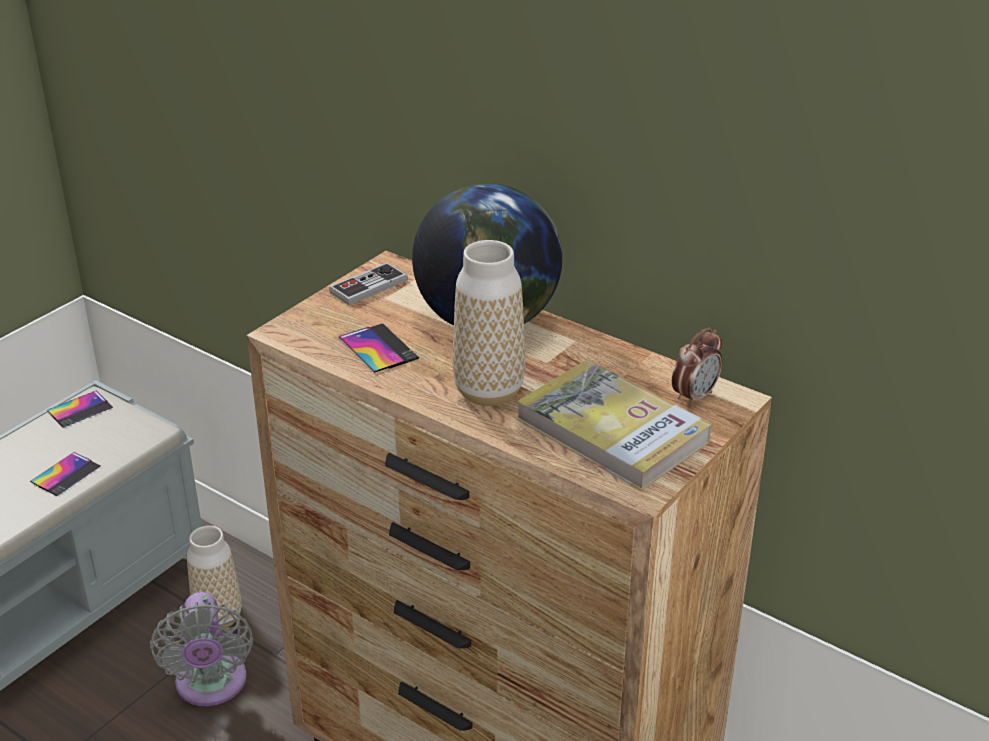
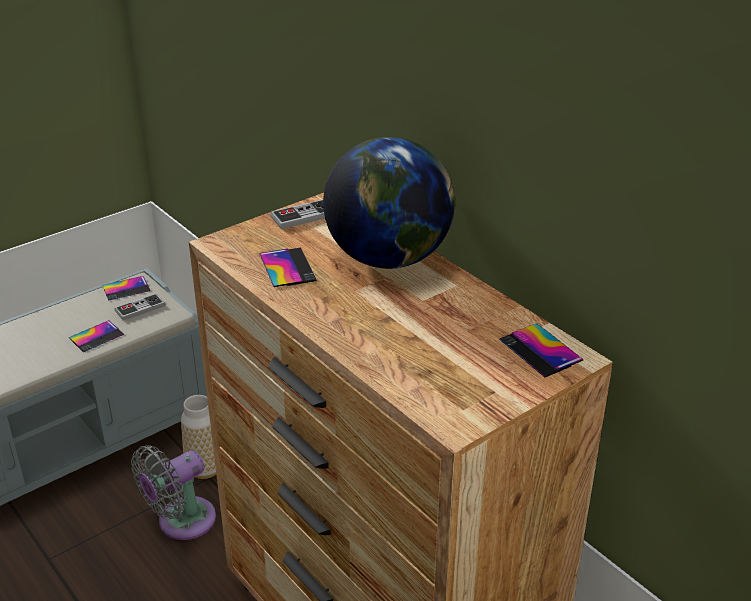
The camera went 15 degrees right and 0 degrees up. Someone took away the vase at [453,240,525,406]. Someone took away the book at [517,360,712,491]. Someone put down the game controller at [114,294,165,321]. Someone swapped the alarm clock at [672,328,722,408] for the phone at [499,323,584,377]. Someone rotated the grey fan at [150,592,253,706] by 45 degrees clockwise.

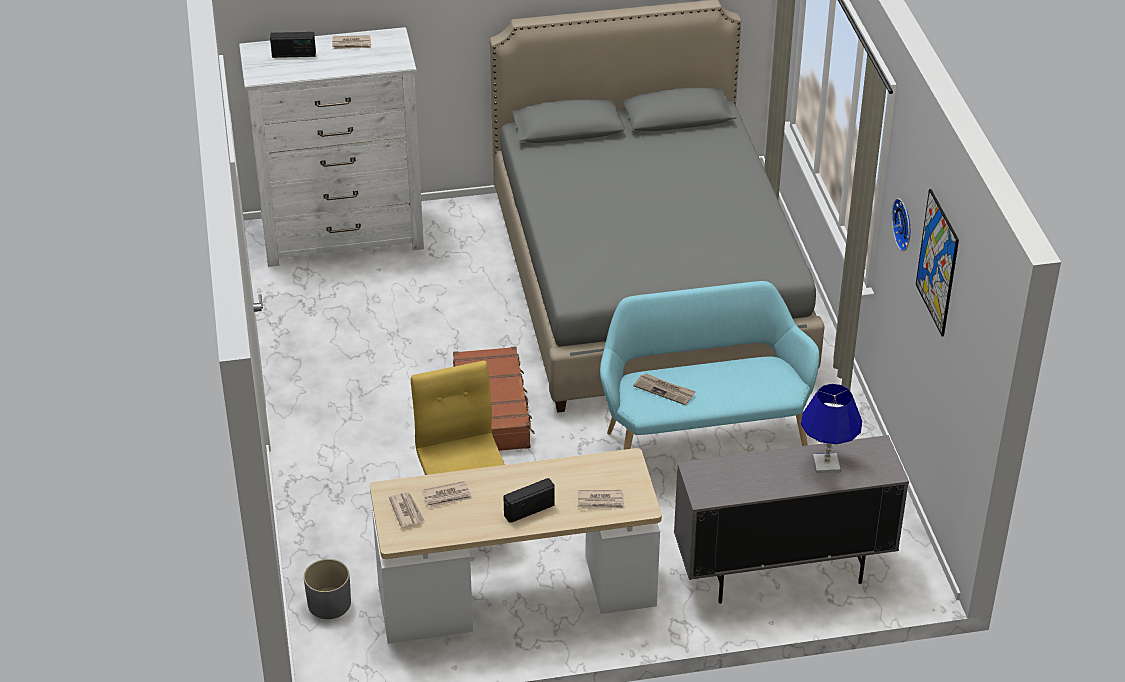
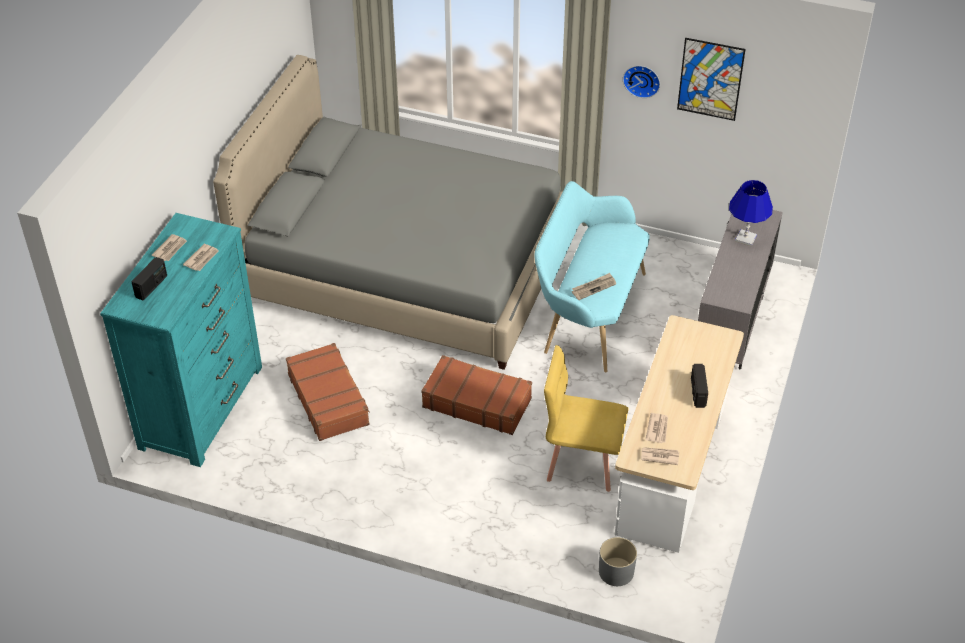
The camera went 60 degrees left and 5 degrees up. Someone put down the brown suitcase at [286,343,370,441]. Someone carried the newspaper from [578,490,625,509] to [183,244,219,271]. Someone repainted the white dresser at [239,27,424,267], which became the turquoise dresser at [100,213,262,467].

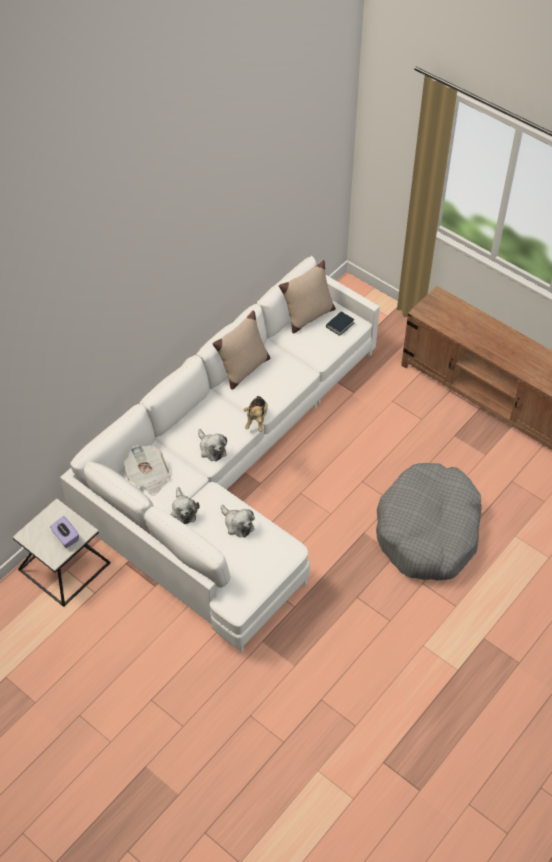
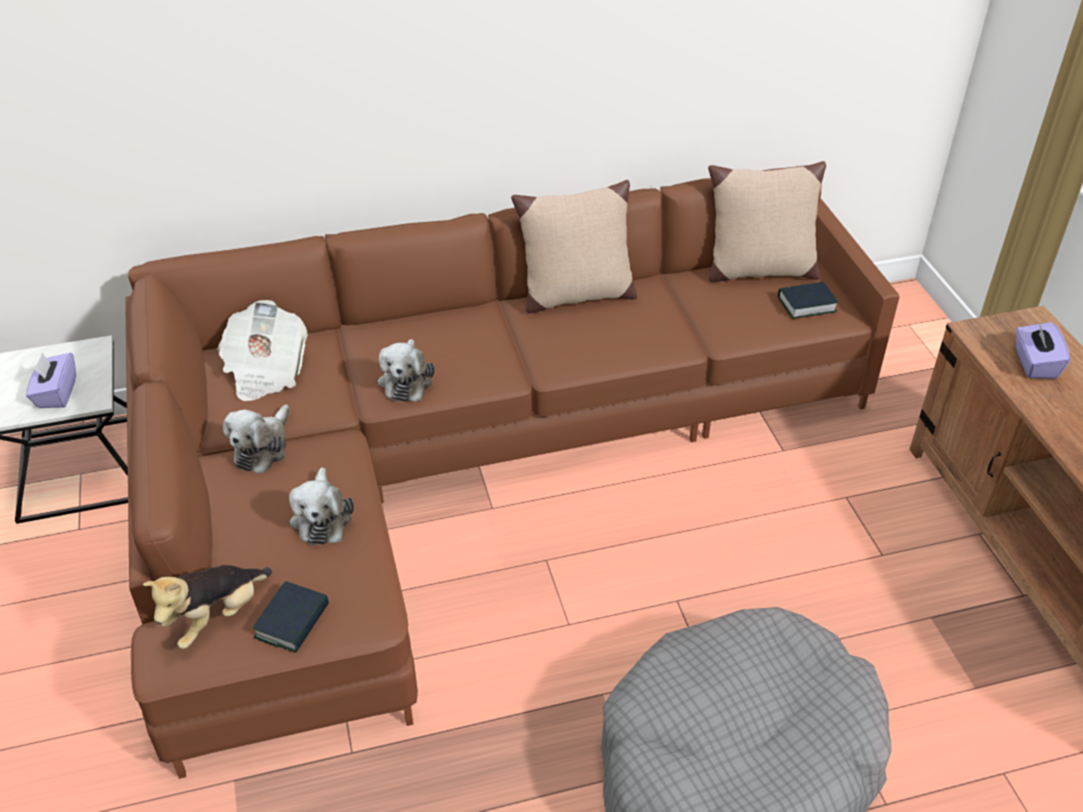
The camera went 35 degrees right and 10 degrees down. Someone put down the book at [253,581,329,653]. Someone put down the purple tissue box at [1016,321,1070,379]. Someone carried the plush toy from [244,396,268,432] to [143,565,272,649]. Someone repainted the white sofa at [60,256,380,653], which became the brown sofa at [125,165,899,779].

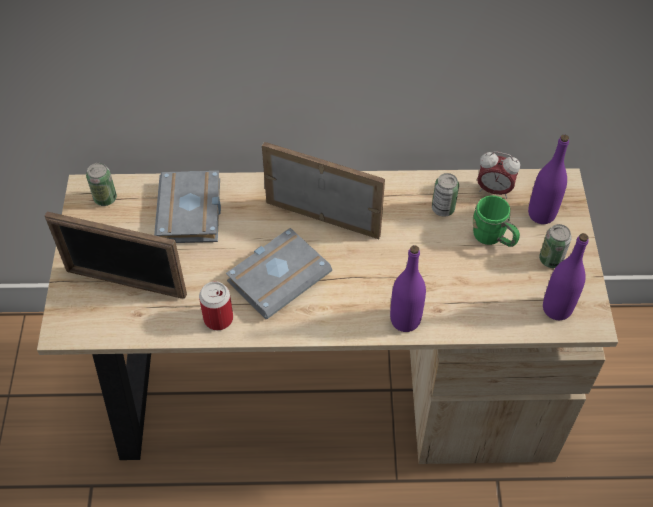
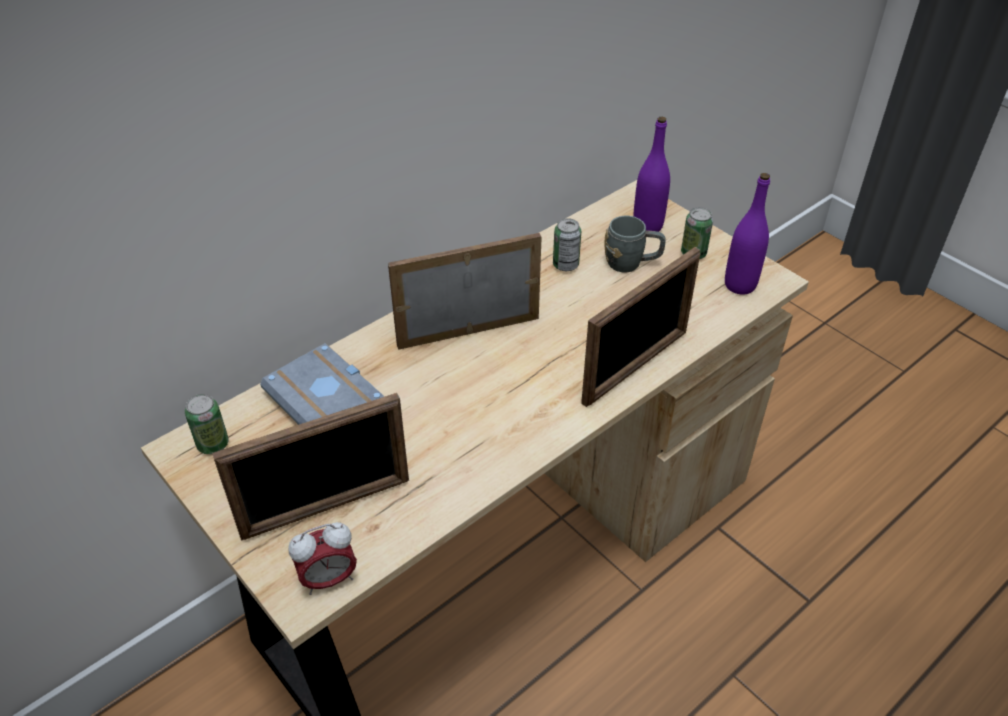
The camera went 40 degrees left and 10 degrees down. Someone took away the can at [199,281,233,330]. Someone took away the grey book at [226,228,332,319]. Someone carried the alarm clock from [477,151,520,198] to [288,522,357,595]. Someone swapped the purple bottle at [390,245,426,332] for the picture frame at [581,247,700,407]. Someone repainted the green mug at [473,195,520,247], which became the grey mug at [604,216,666,272].

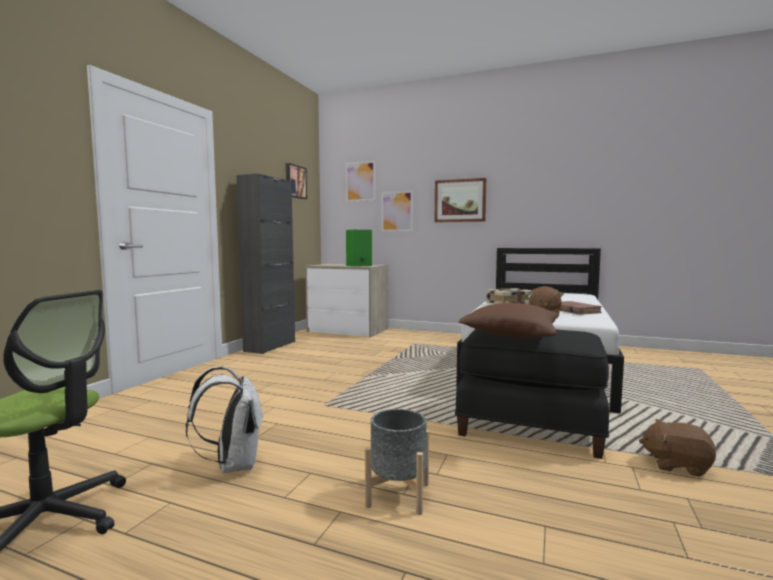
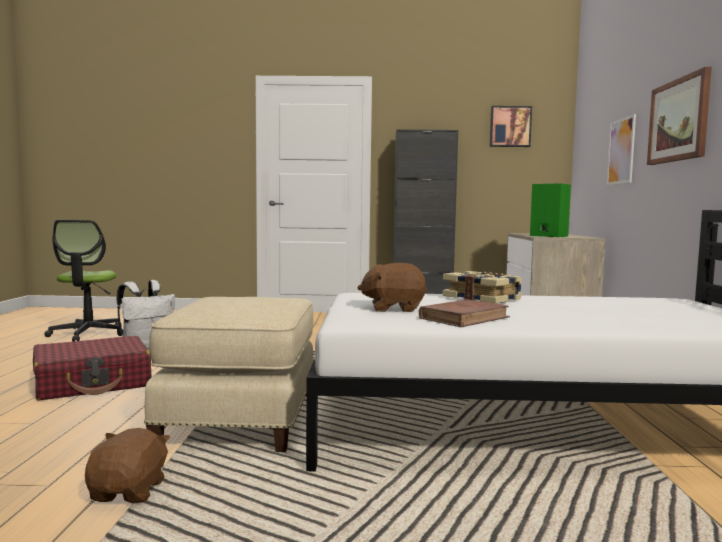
The camera went 70 degrees right and 0 degrees up. Someone took away the picture at [346,161,375,202]. Someone took away the brown pillow at [459,303,559,338]. Someone swapped the grey planter at [365,409,429,515] for the red suitcase at [33,336,152,400]. Someone repainted the black ottoman at [455,329,609,459], which became the beige ottoman at [144,297,313,452].

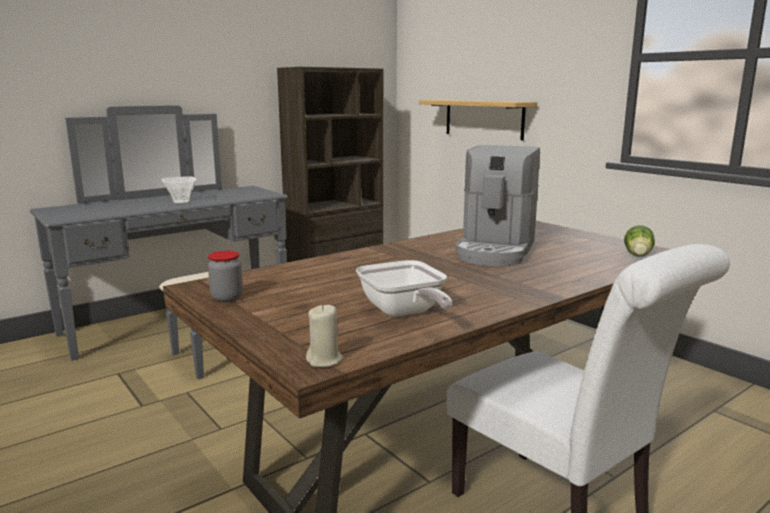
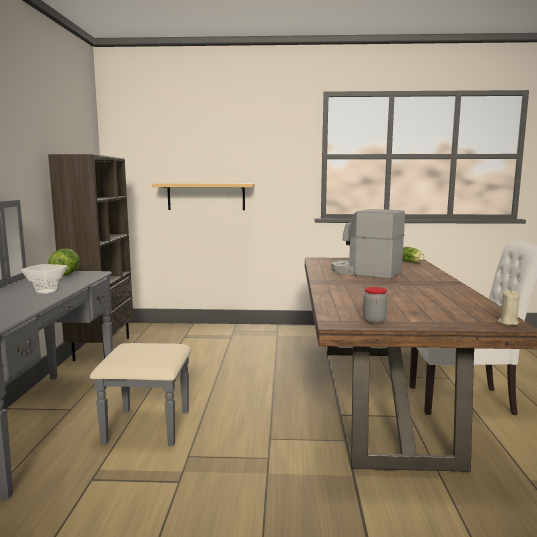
The camera went 50 degrees left and 5 degrees down. Someone took away the frying pan at [356,260,452,317]. Someone put down the lettuce at [48,249,80,275]. Someone rotated the coffee machine at [455,145,540,266] by 150 degrees clockwise.

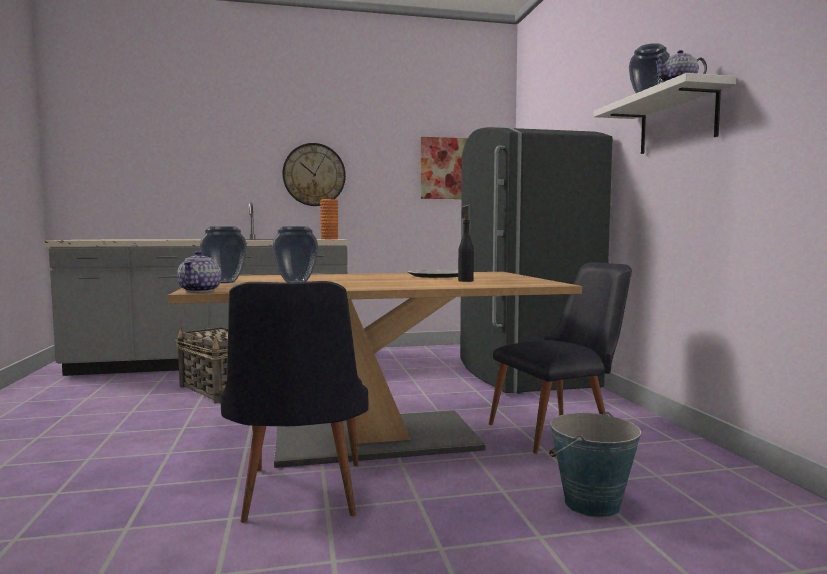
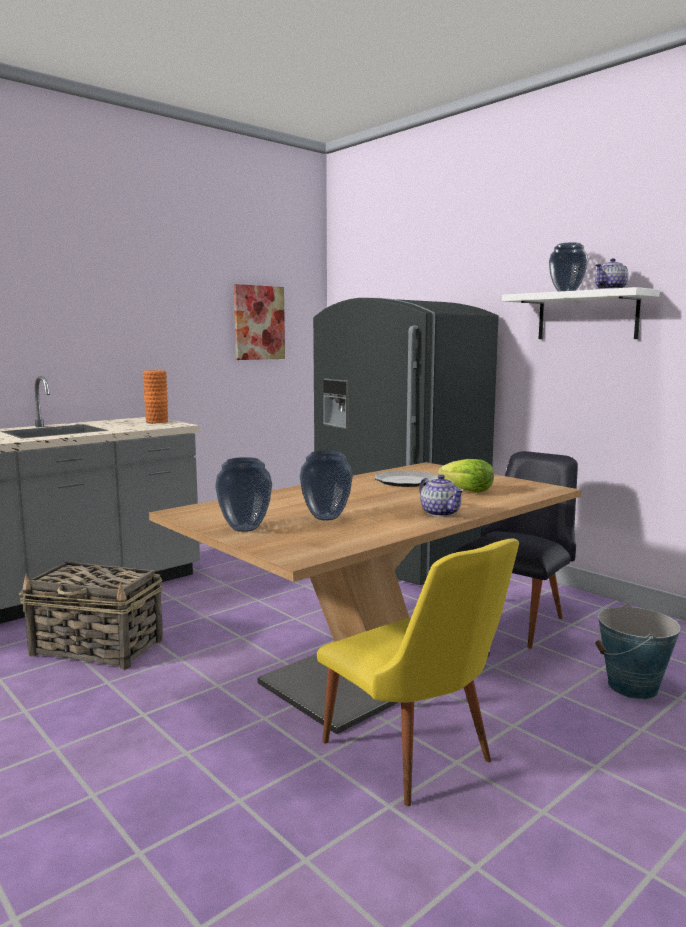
The camera went 30 degrees left and 5 degrees up. Someone took away the wall clock at [283,143,346,206]. Someone carried the teapot from [177,251,221,292] to [419,475,464,517]. Someone swapped the black bottle at [458,214,474,282] for the lettuce at [438,459,494,493]. Someone repainted the black chair at [220,281,369,523], which became the yellow chair at [317,539,519,806].

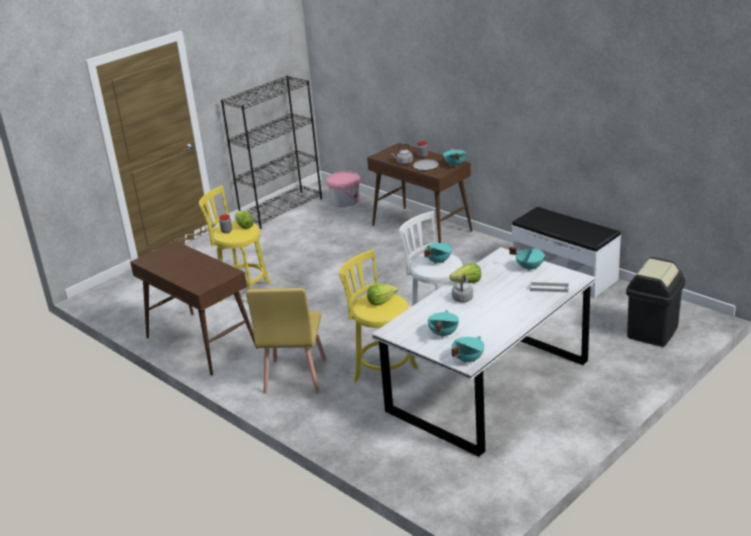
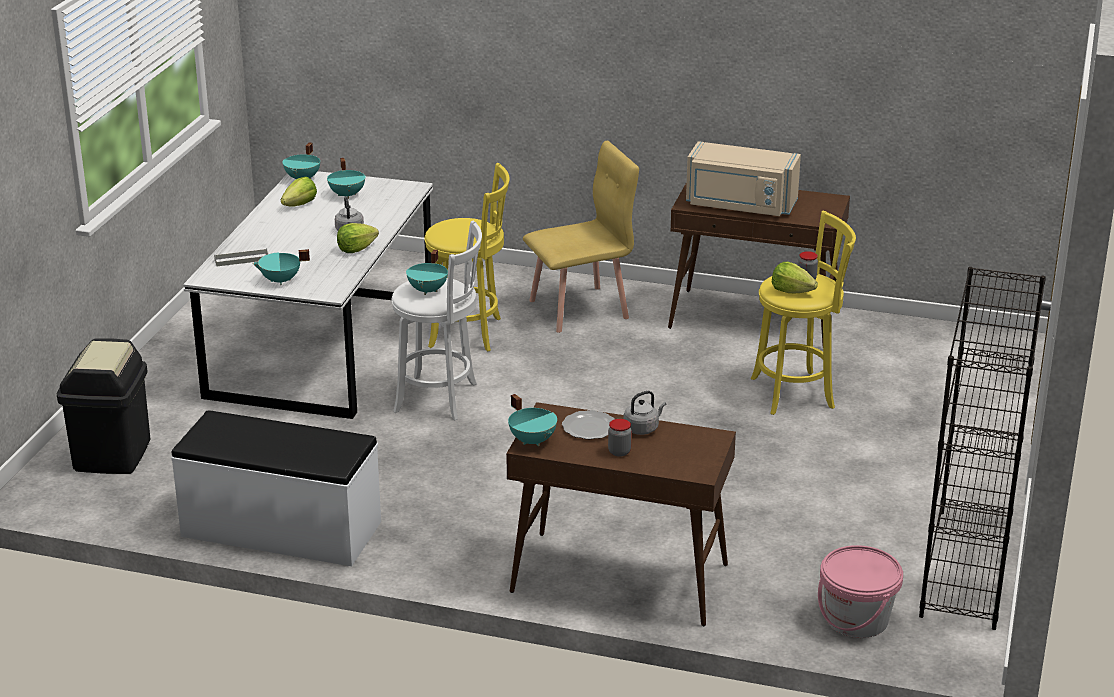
The camera went 150 degrees right and 0 degrees up. Someone put down the beige microwave at [686,141,801,216]. Someone carried the lettuce from [367,284,397,306] to [281,177,317,206]. Someone rotated the yellow chair at [246,288,327,394] by 90 degrees clockwise.

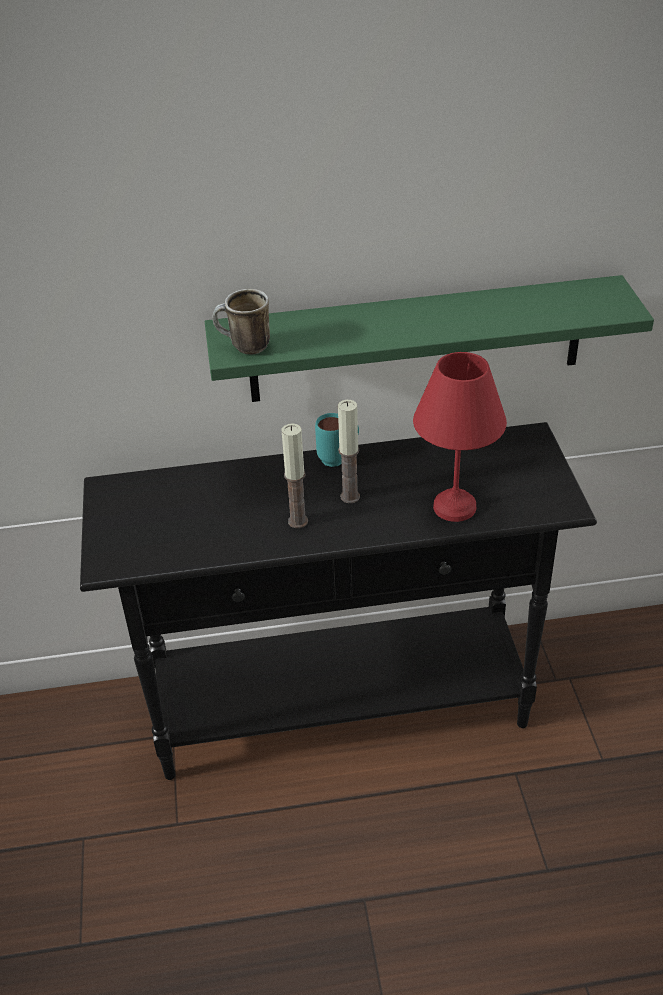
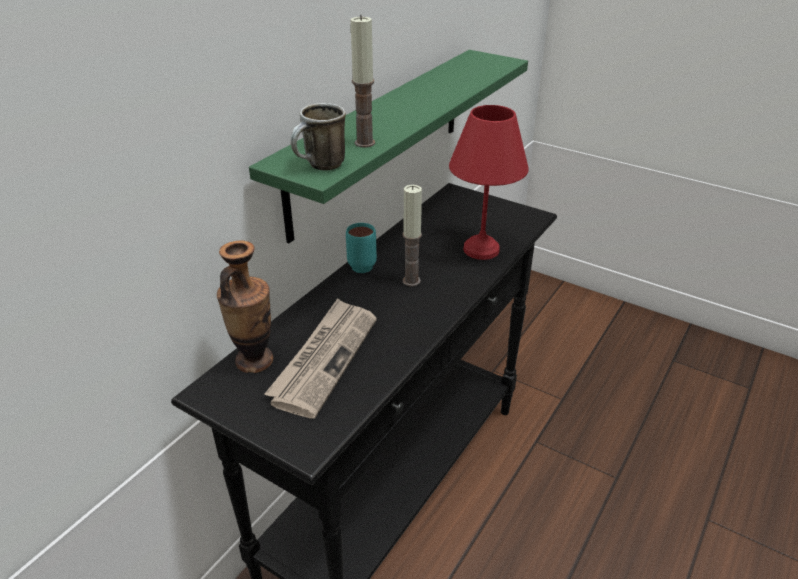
The camera went 50 degrees left and 5 degrees down. Someone put down the vase at [217,241,273,373]. Someone put down the newspaper at [265,298,377,419]. Someone carried the candle from [282,423,308,528] to [350,15,375,148].

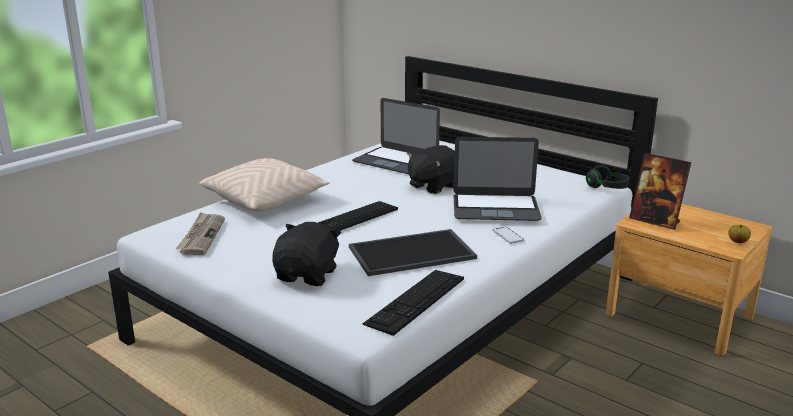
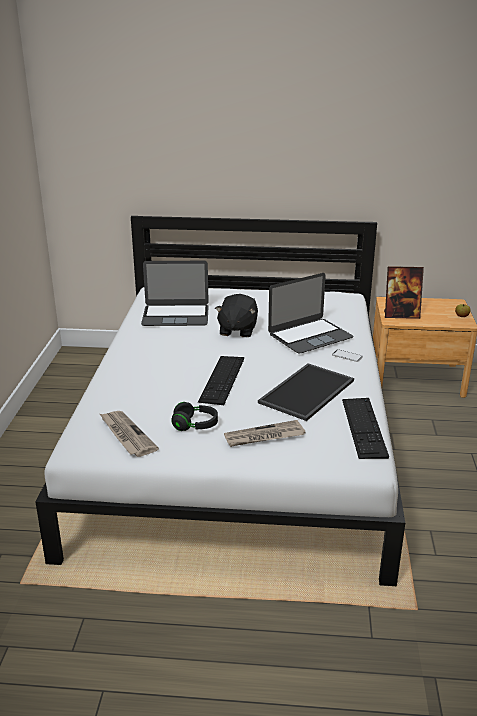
The camera went 35 degrees left and 5 degrees up. Someone took away the beige pillow at [199,158,330,212]. Someone carried the black headphones from [586,165,630,189] to [171,402,218,431]. Someone swapped the black plush toy at [272,222,341,286] for the newspaper at [224,420,306,447].

